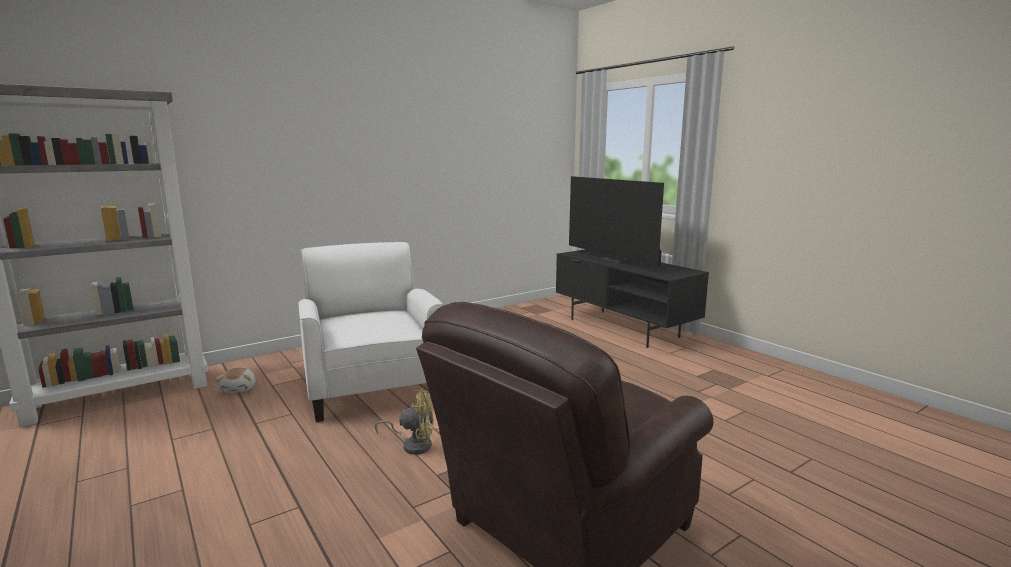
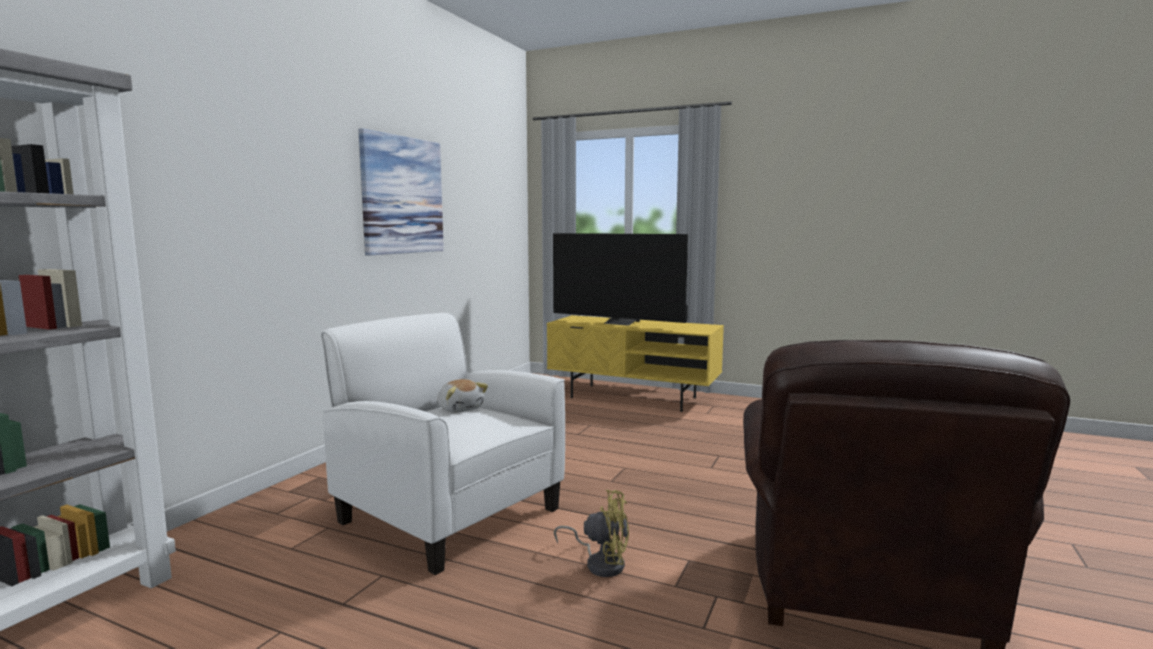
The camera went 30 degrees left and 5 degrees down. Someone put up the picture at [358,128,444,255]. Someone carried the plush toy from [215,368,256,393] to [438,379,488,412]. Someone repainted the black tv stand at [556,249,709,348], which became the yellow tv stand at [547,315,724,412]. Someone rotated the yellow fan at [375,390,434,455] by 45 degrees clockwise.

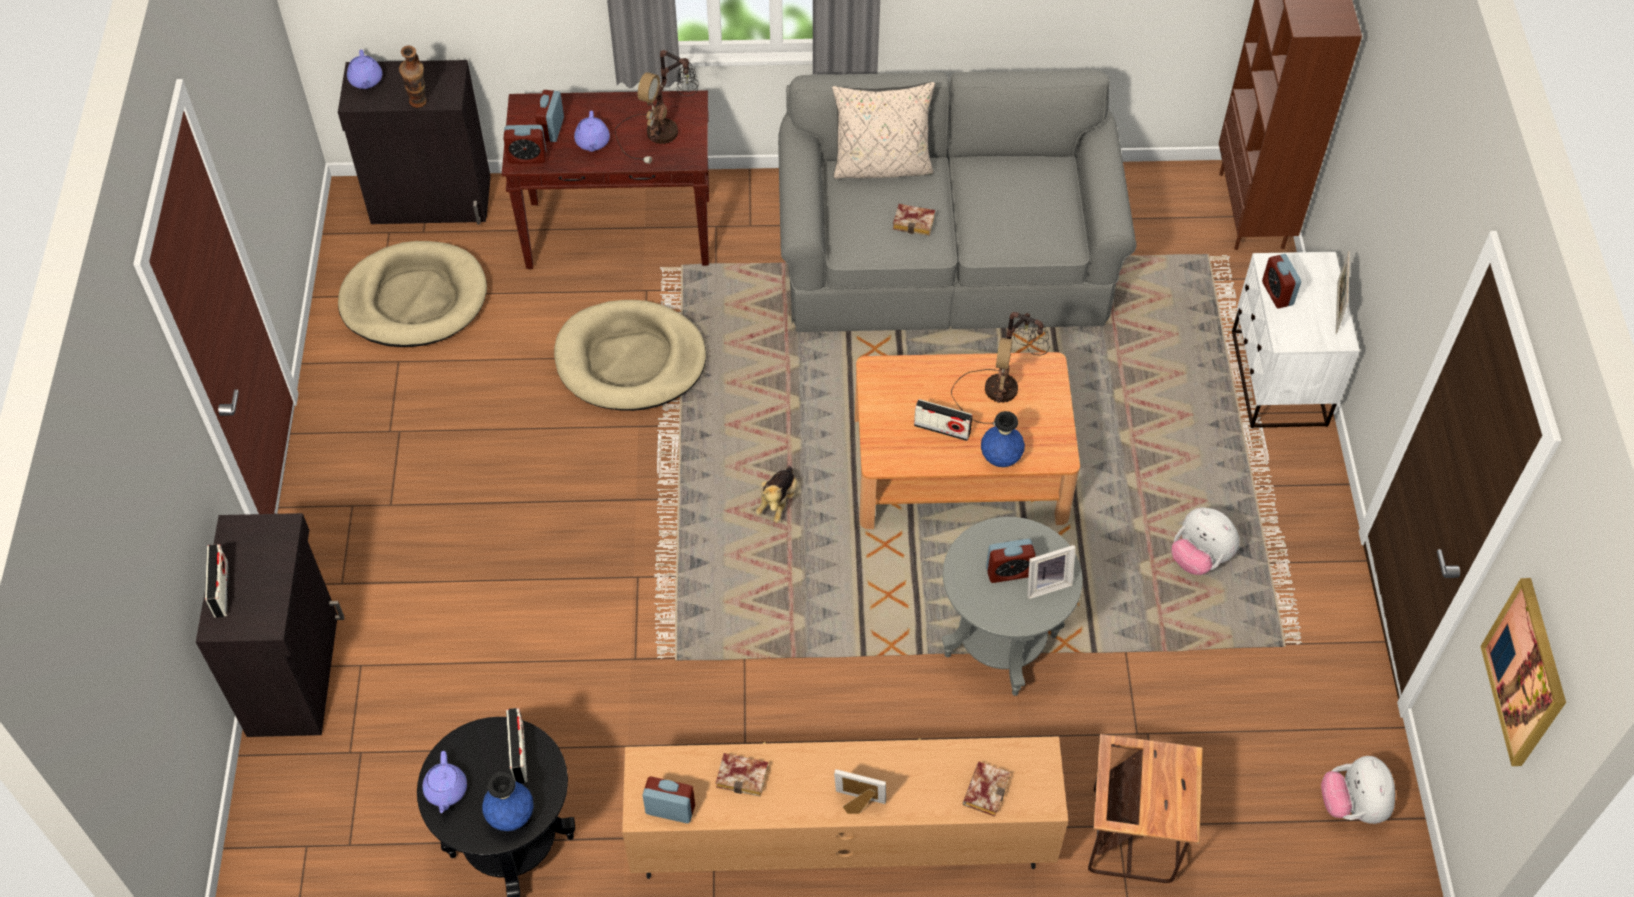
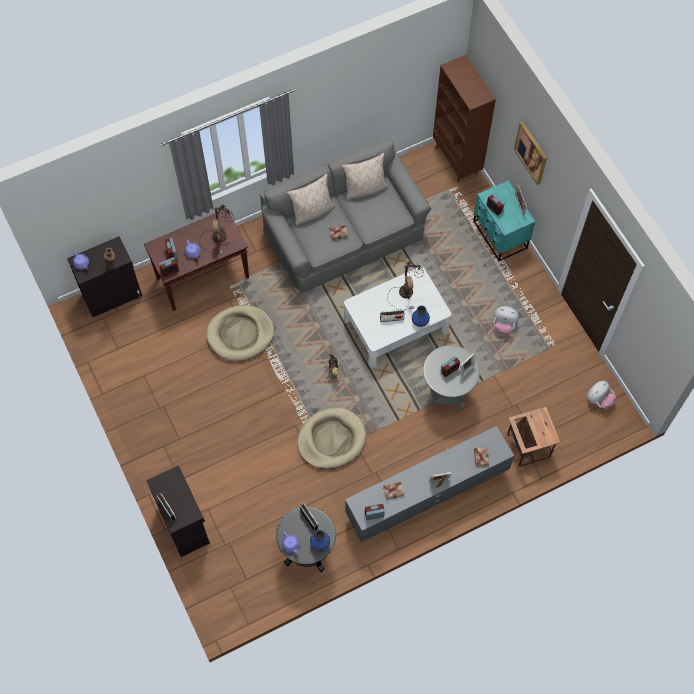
The camera went 25 degrees left and 10 degrees up. Someone put down the beige pillow at [341,153,388,200]. Someone carried the beige dog bed from [338,241,487,347] to [297,407,366,469]. Someone carried the picture from [1480,578,1566,766] to [514,121,547,185]. Someone repainted the brown tv stand at [622,736,1068,879], which became the grey tv stand at [345,426,514,542]. Someone repainted the brown coffee table at [855,352,1080,529], which became the white coffee table at [344,266,451,368]. Someone repainted the white nightstand at [1232,252,1360,428], which became the turquoise nightstand at [473,181,536,261]. Someone rotated the plush toy at [1321,756,1395,824] by 105 degrees counterclockwise.

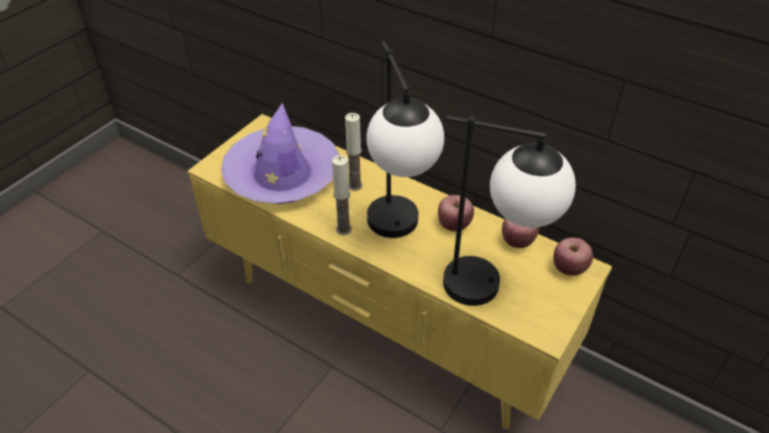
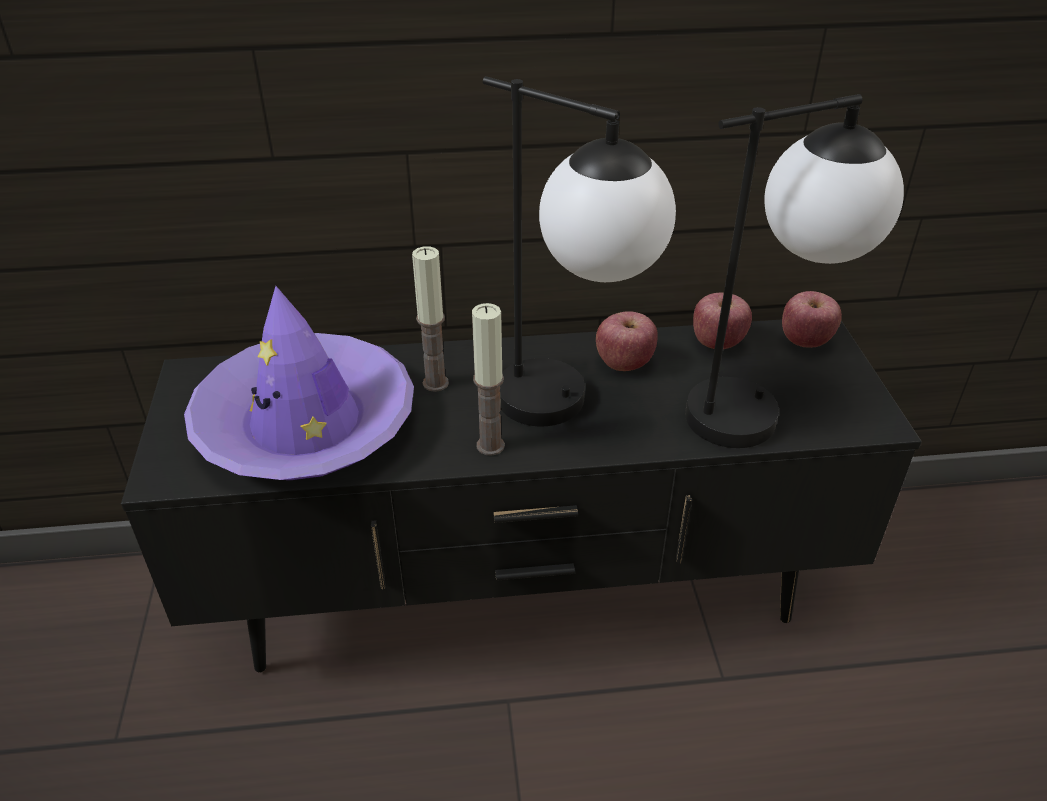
The camera went 40 degrees left and 5 degrees down. Someone repainted the yellow tv stand at [188,114,612,429], which became the black tv stand at [121,320,922,673].

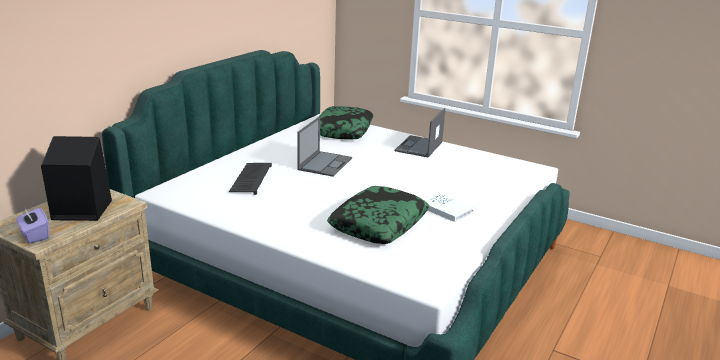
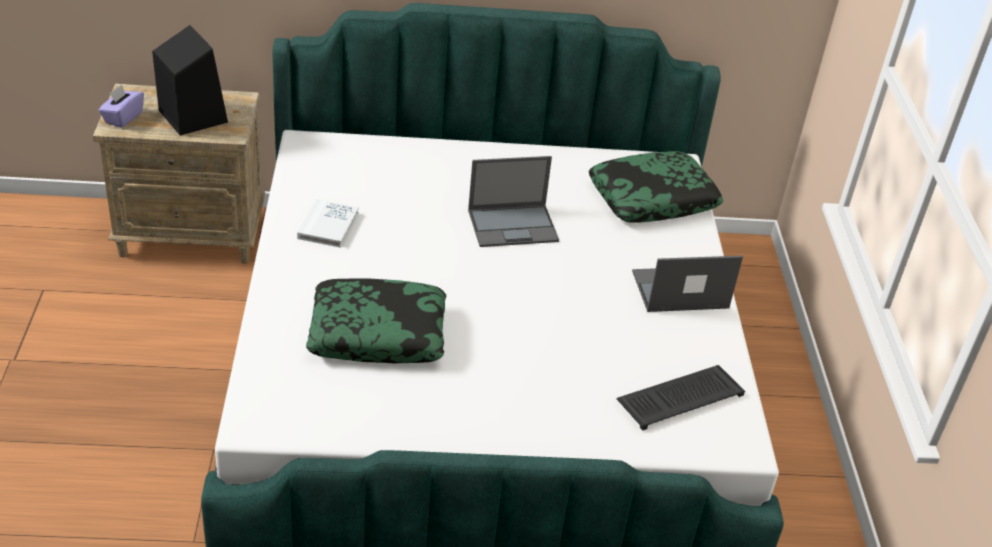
The camera went 55 degrees right and 15 degrees up. Someone carried the keyboard from [229,163,272,195] to [616,365,745,431]. Someone carried the white book from [425,193,474,222] to [297,199,359,248].

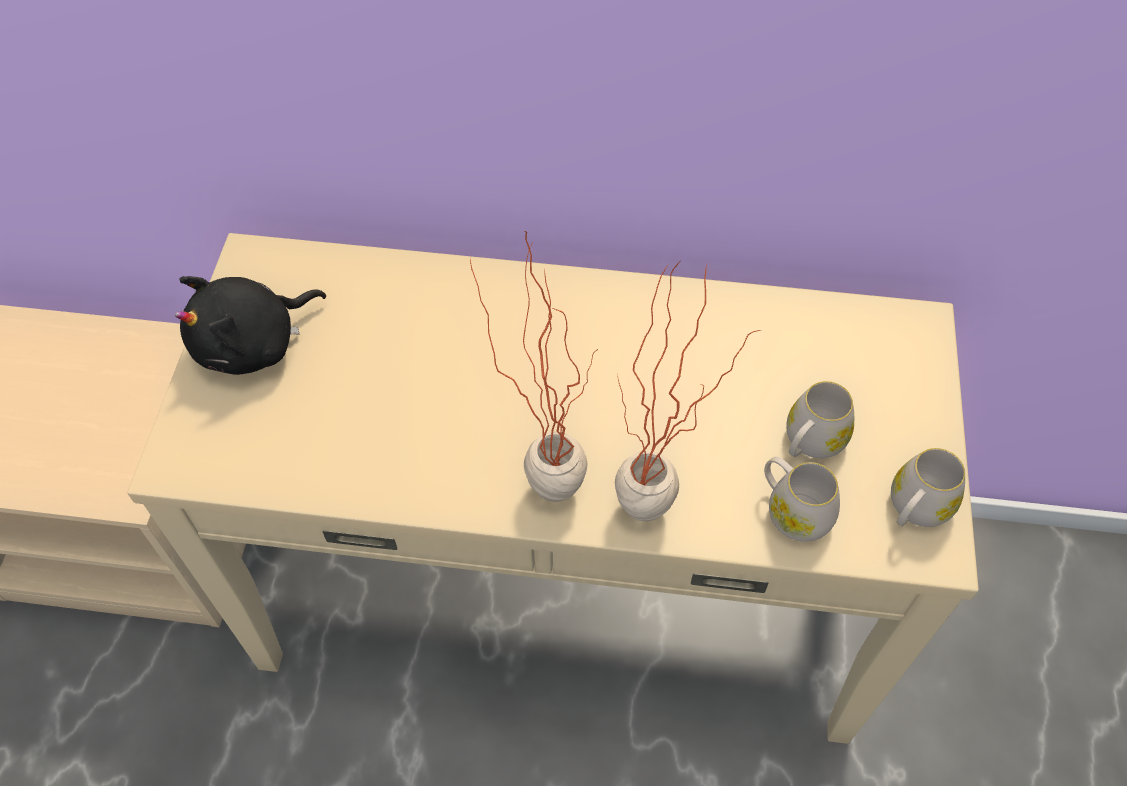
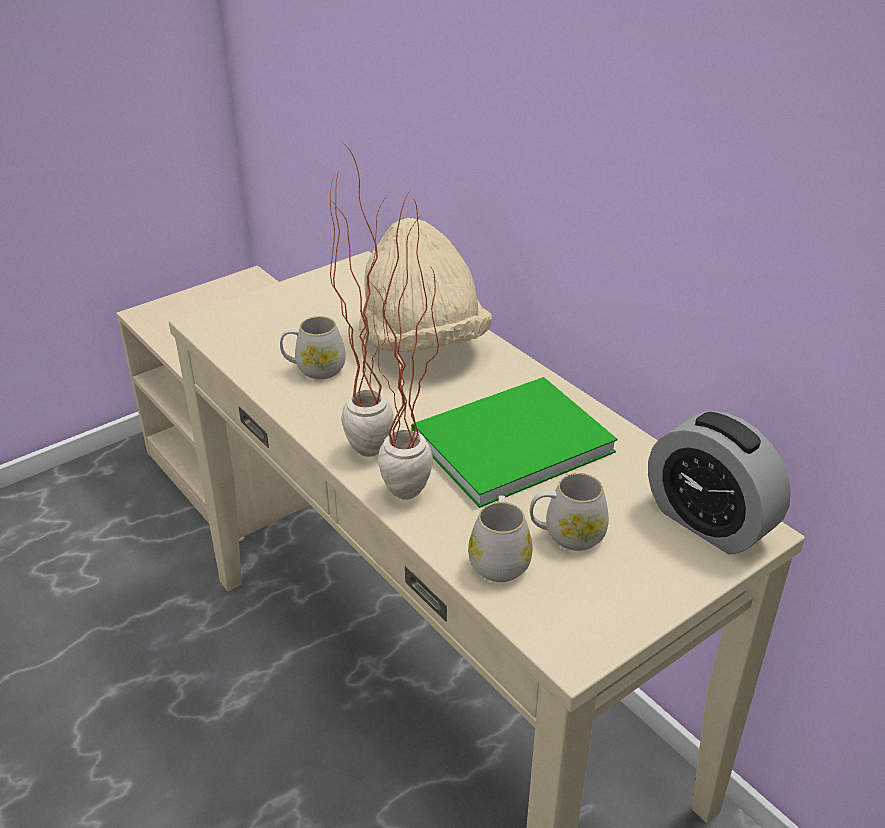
The camera went 45 degrees right and 20 degrees down. Someone took away the black plush toy at [175,276,326,375]. Someone put down the beige hat at [359,218,492,352]. Someone put down the green book at [411,377,617,508]. Someone put down the alarm clock at [648,411,791,554]. Someone carried the white mug from [891,448,965,527] to [280,316,346,379].

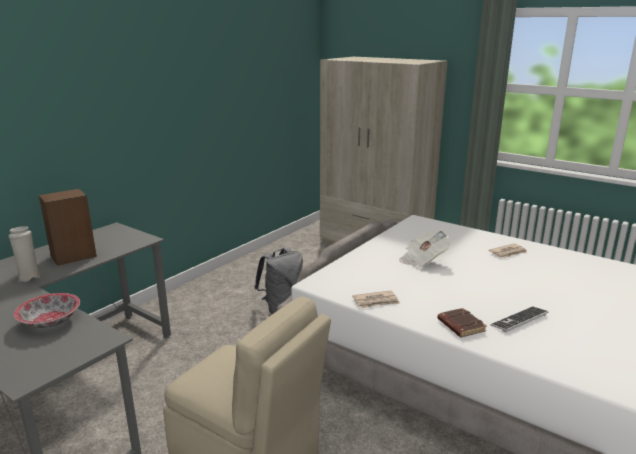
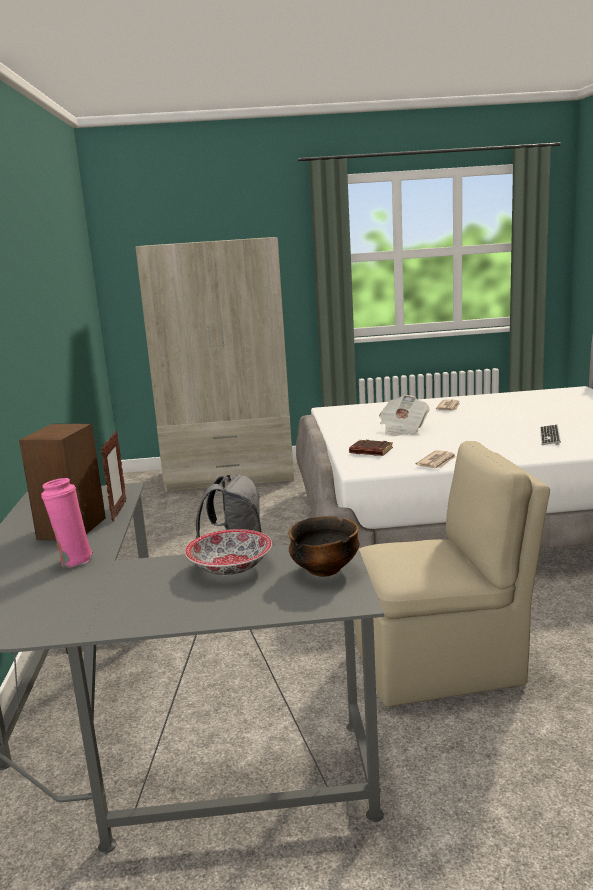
The camera went 40 degrees left and 5 degrees down. Someone put down the picture frame at [101,431,126,522]. Someone put down the bowl at [288,516,360,577]. Someone carried the brown book from [438,308,487,337] to [349,440,393,456]. Someone repainted the white vase at [8,226,41,282], which became the pink vase at [41,478,93,568].

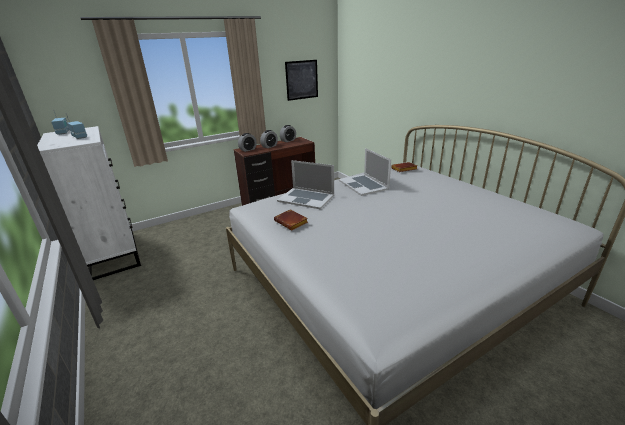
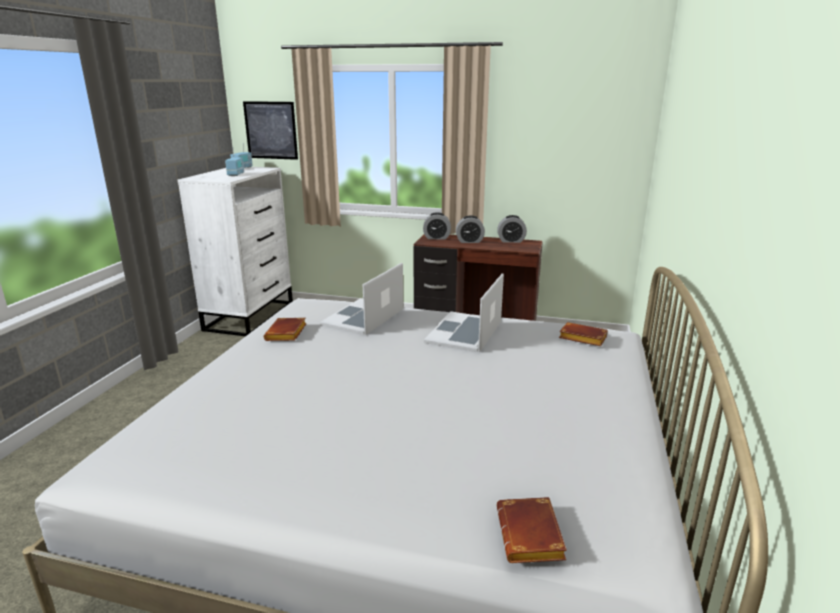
The camera went 45 degrees right and 5 degrees down. Someone put down the brown book at [497,497,567,563]. Someone carried the picture from [285,60,318,101] to [243,101,298,160]. Someone rotated the laptop at [277,160,334,209] by 45 degrees clockwise.

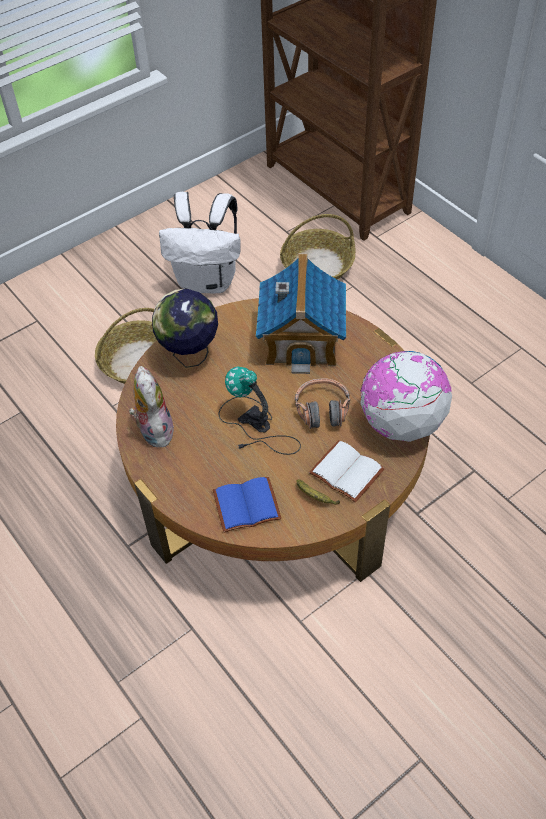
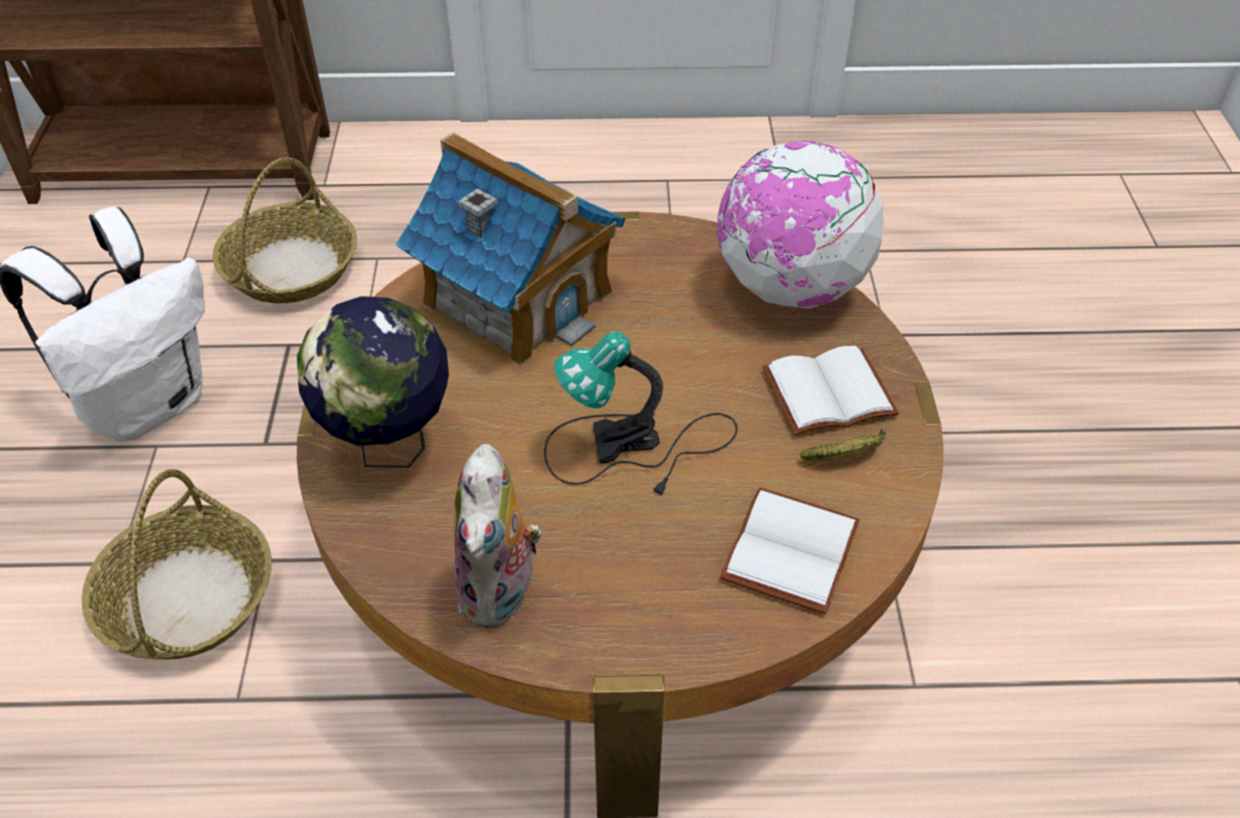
The camera went 55 degrees left and 5 degrees down. Someone took away the headphones at [295,378,350,429]. Someone repainted the blue book at [213,477,282,533], which became the white book at [720,487,860,614]. Someone rotated the plush toy at [129,366,174,448] by 105 degrees counterclockwise.

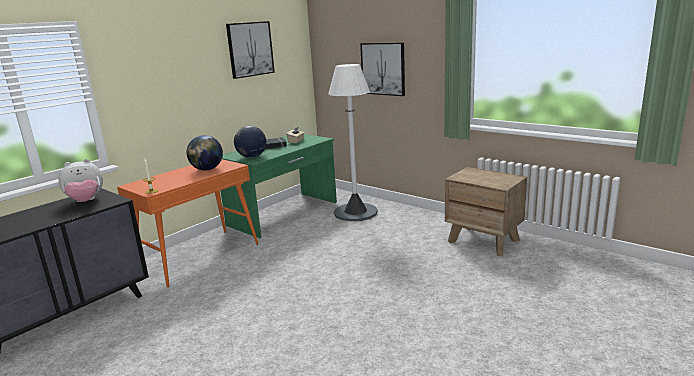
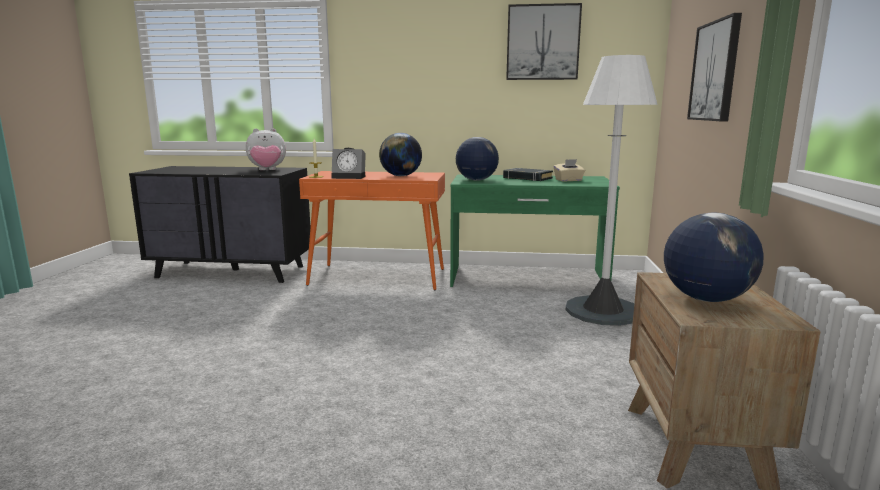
The camera went 55 degrees right and 5 degrees down. Someone put down the alarm clock at [331,148,366,179]. Someone put down the globe at [664,213,764,302]. Someone rotated the plush toy at [58,159,103,202] by 45 degrees counterclockwise.

